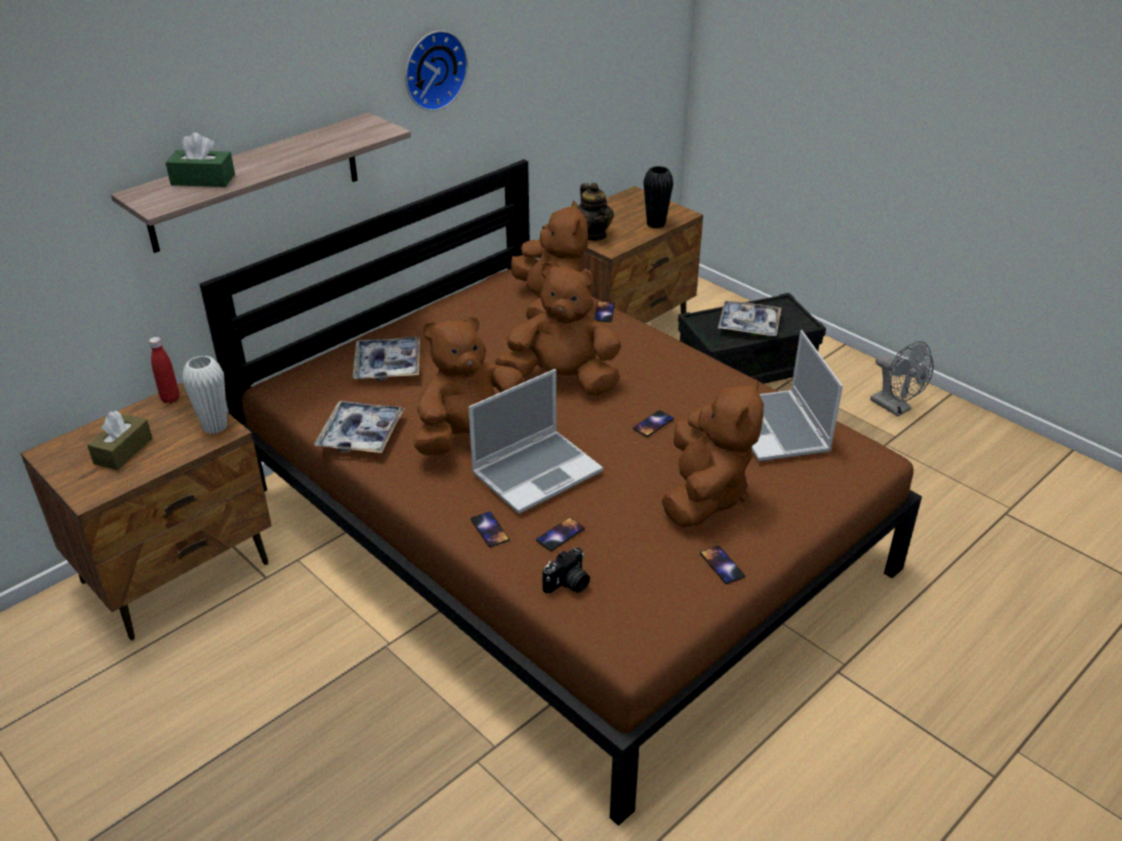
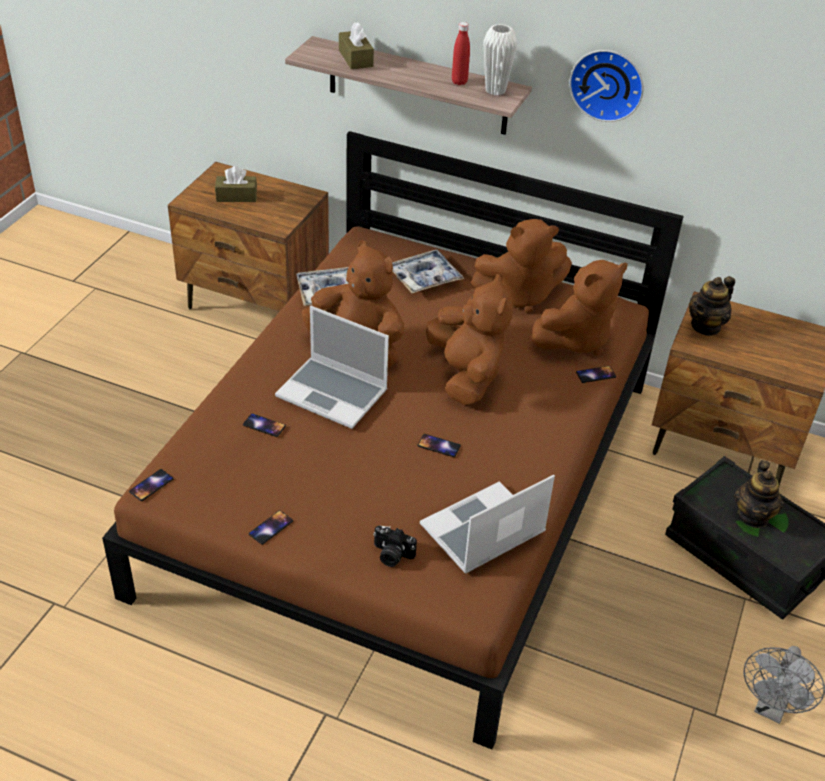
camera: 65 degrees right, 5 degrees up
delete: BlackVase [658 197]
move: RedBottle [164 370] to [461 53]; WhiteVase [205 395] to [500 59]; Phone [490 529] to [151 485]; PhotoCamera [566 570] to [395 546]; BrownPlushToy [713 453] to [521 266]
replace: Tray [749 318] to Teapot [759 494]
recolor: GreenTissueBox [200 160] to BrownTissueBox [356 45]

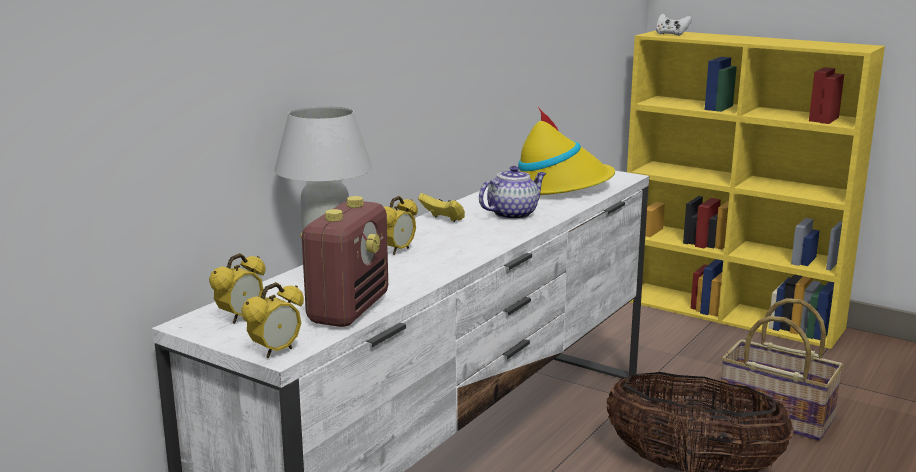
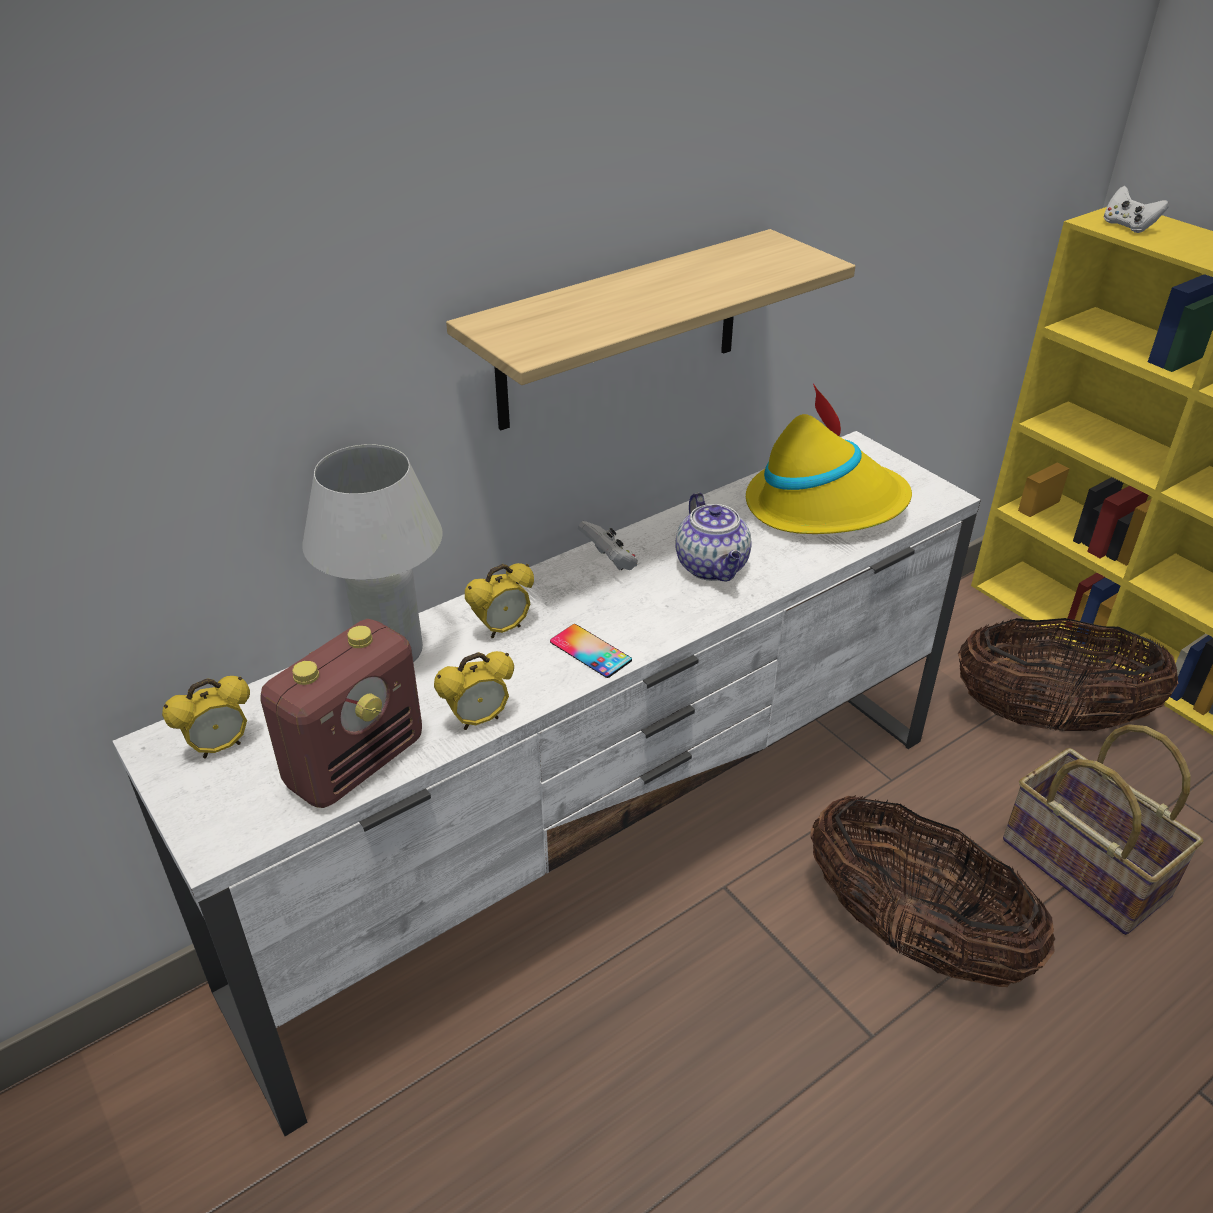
camera: 20 degrees right, 20 degrees up
insert: Shelf [650 329]; Phone [591 651]; Basket [1068 674]
move: AlarmClock [272 320] to [474 690]
recolor: YellowGameController [441 207] to WhiteGameController [608 546]
rotate: Teapot [512 193] = [714 536] 90 degrees clockwise

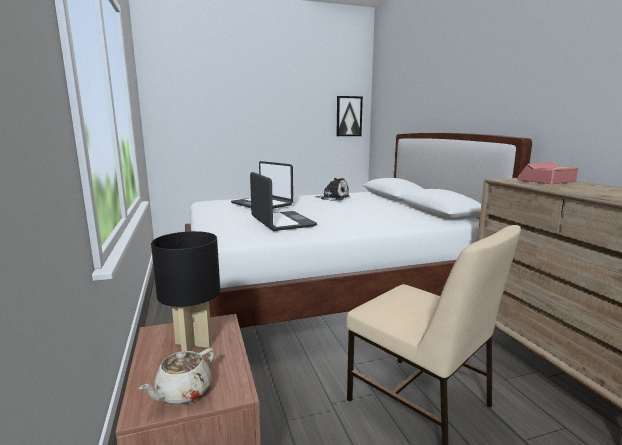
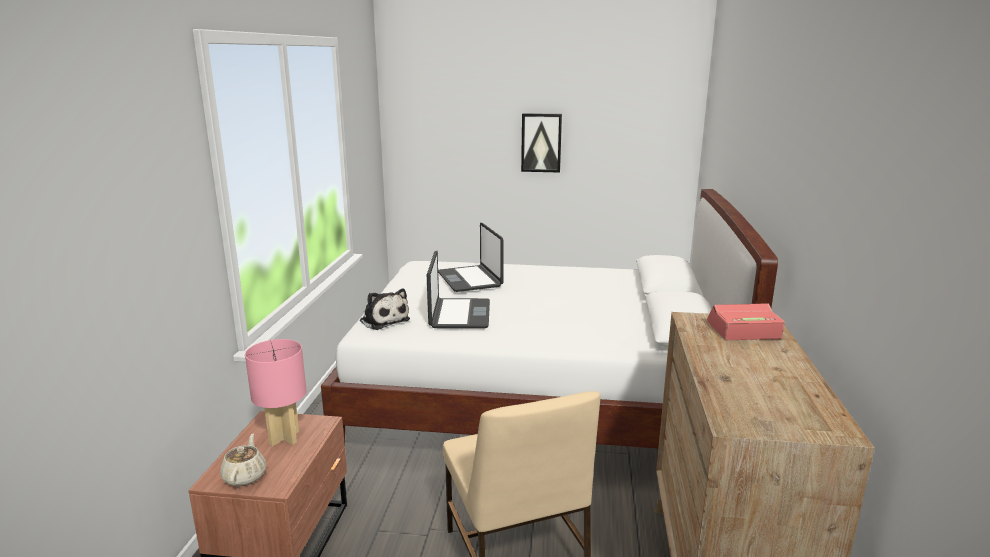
camera: 25 degrees right, 5 degrees up
move: PlushToy [332 189] to [385 309]; Picture [349 116] to [541 143]
recolor: BlackTableLamp [185 291] to PinkTableLamp [275 392]
rotate: BeigeTeapot [176 376] = [243 460] 120 degrees clockwise

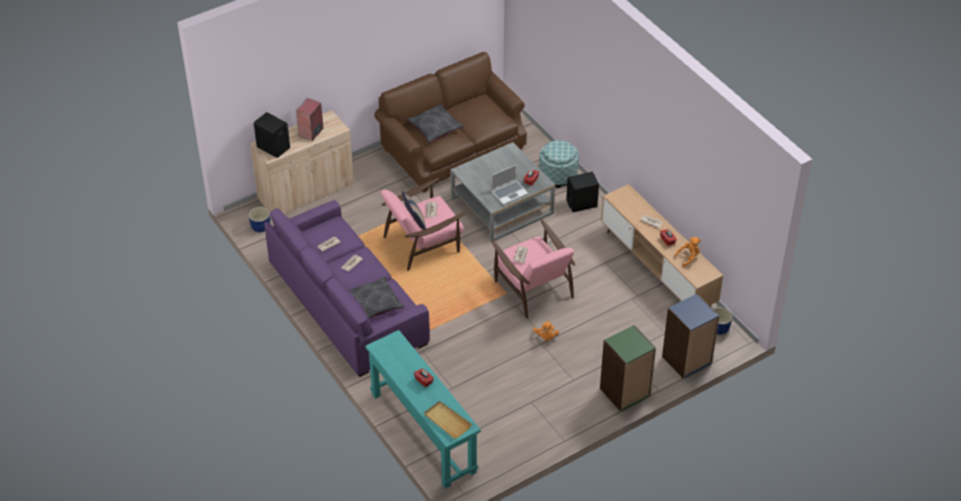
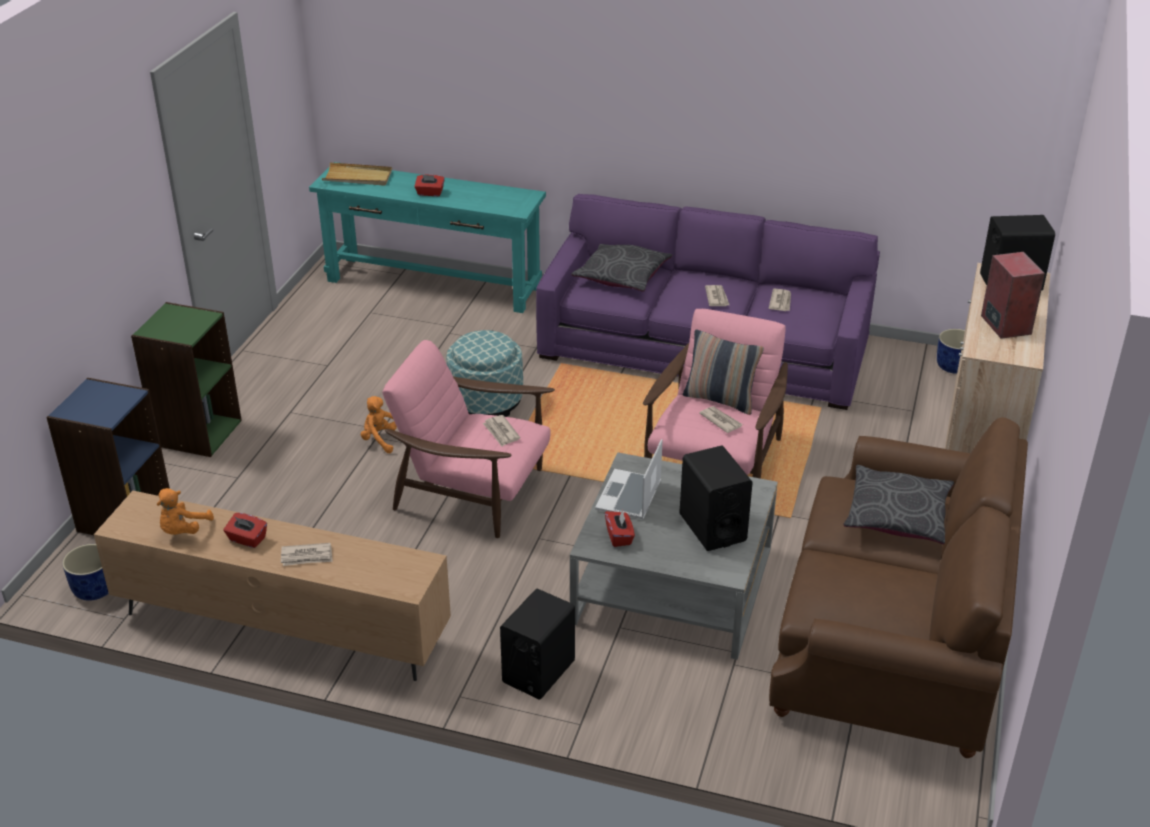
camera: 140 degrees right, 10 degrees down
insert: BlackSpeaker [716 498]
move: Ottoman [559 164] to [484 373]

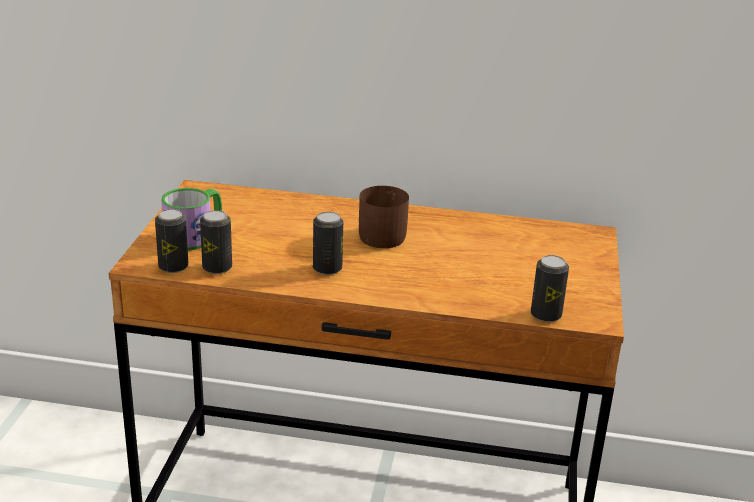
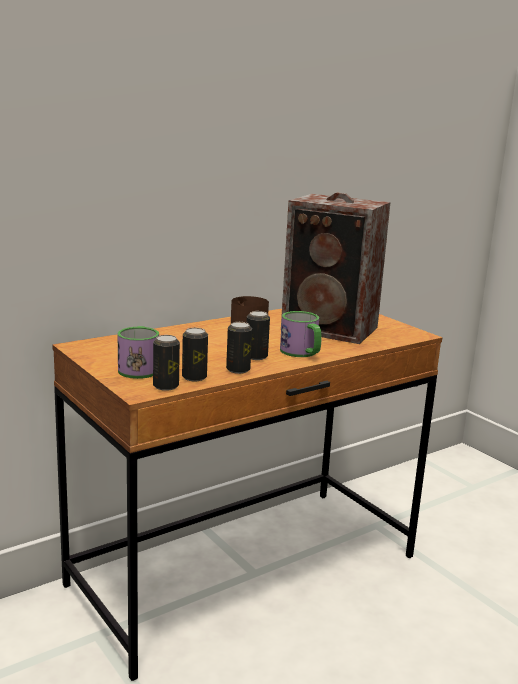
camera: 45 degrees left, 10 degrees down
insert: Mug [300 334]; Speaker [336 268]
move: Can [550 288] to [239 348]

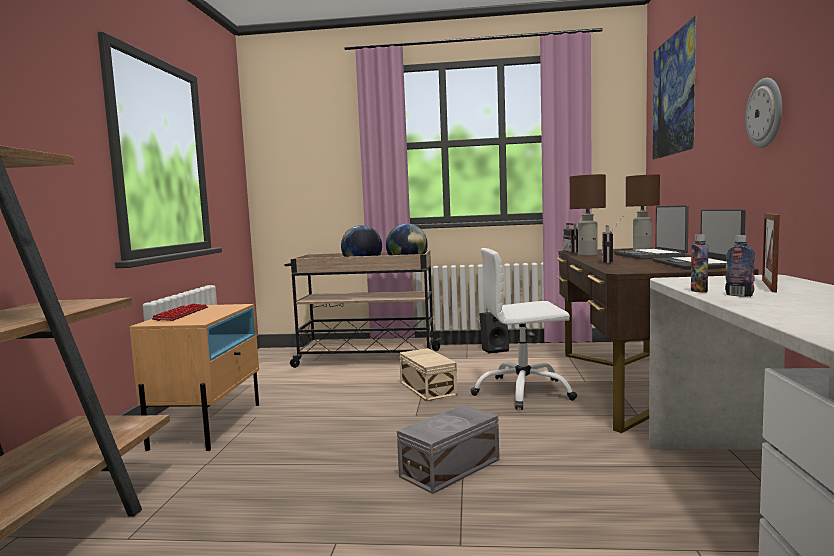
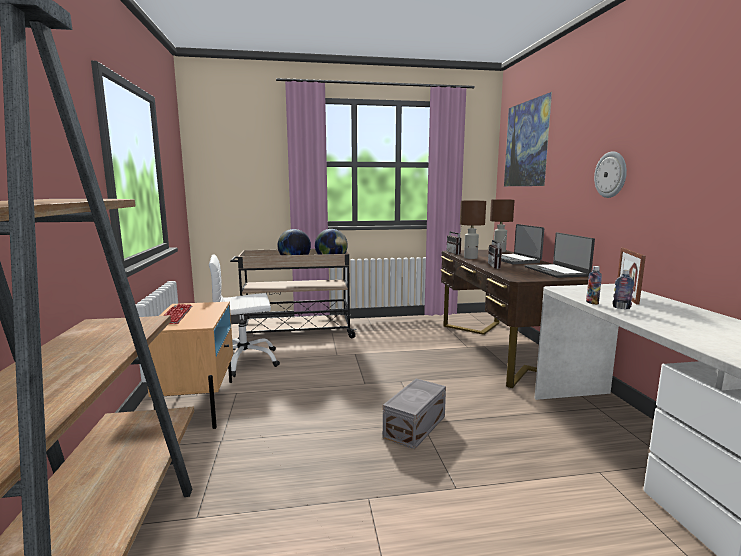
camera: 15 degrees left, 5 degrees up
delete: BeigeStorageBox [428 375]; BlackSpeaker [494 333]
move: WhiteOfficeChair [523 329] to [244 316]

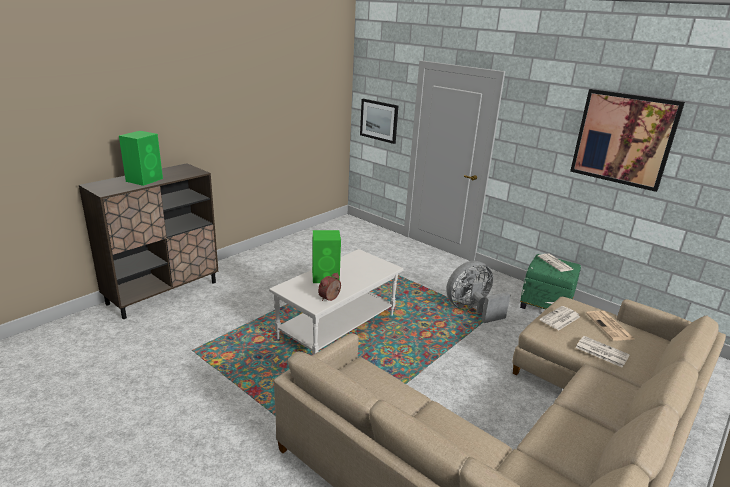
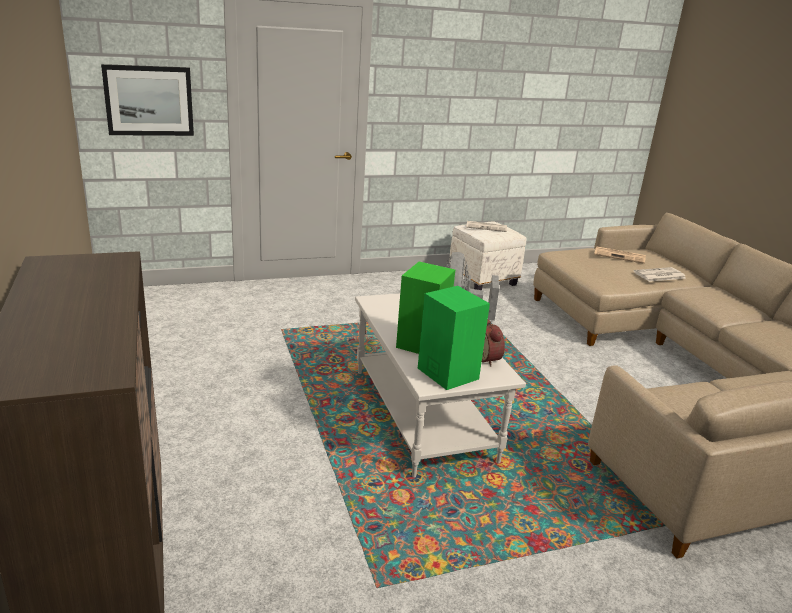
camera: 60 degrees left, 0 degrees up
delete: Newspaper [560 318]; Picture [627 140]
move: GreenSpeaker [141 158] to [454 338]
recolor: GreenOttoman [550 281] to WhiteOttoman [487 255]

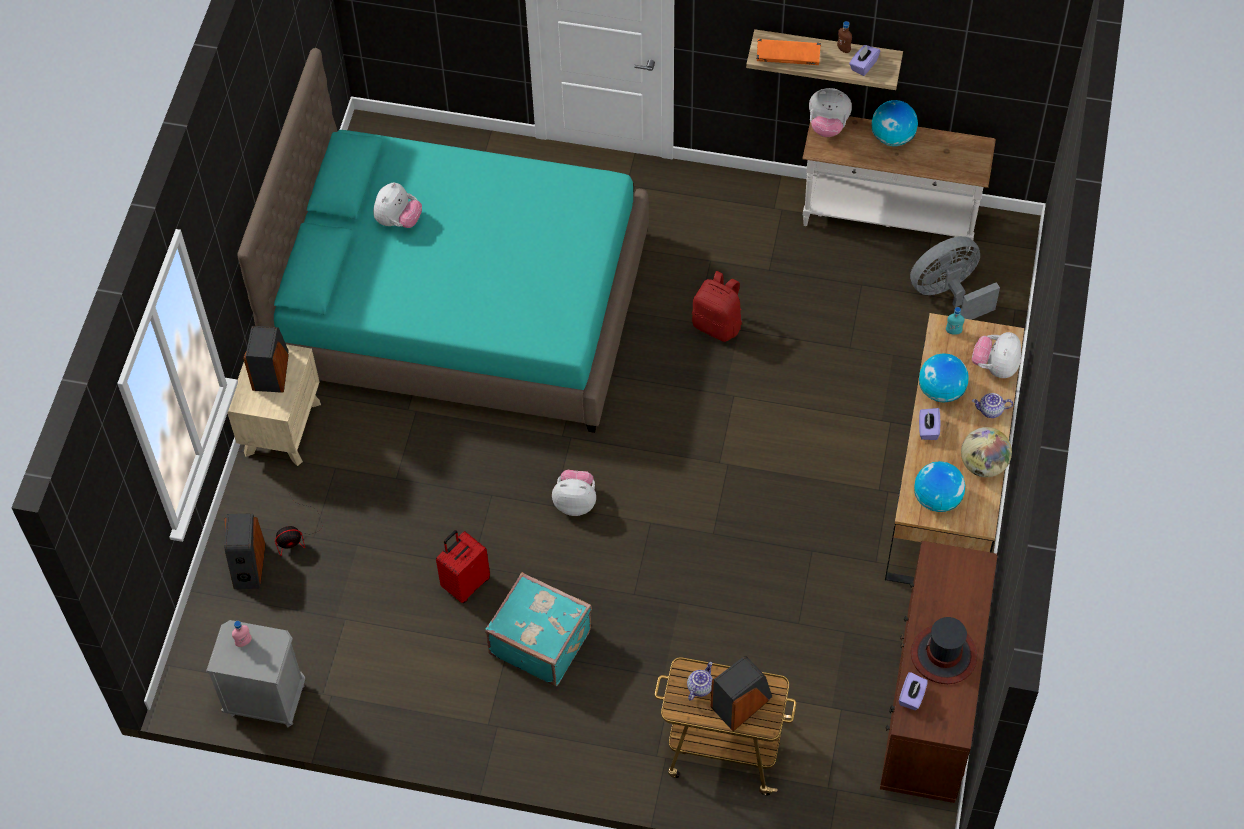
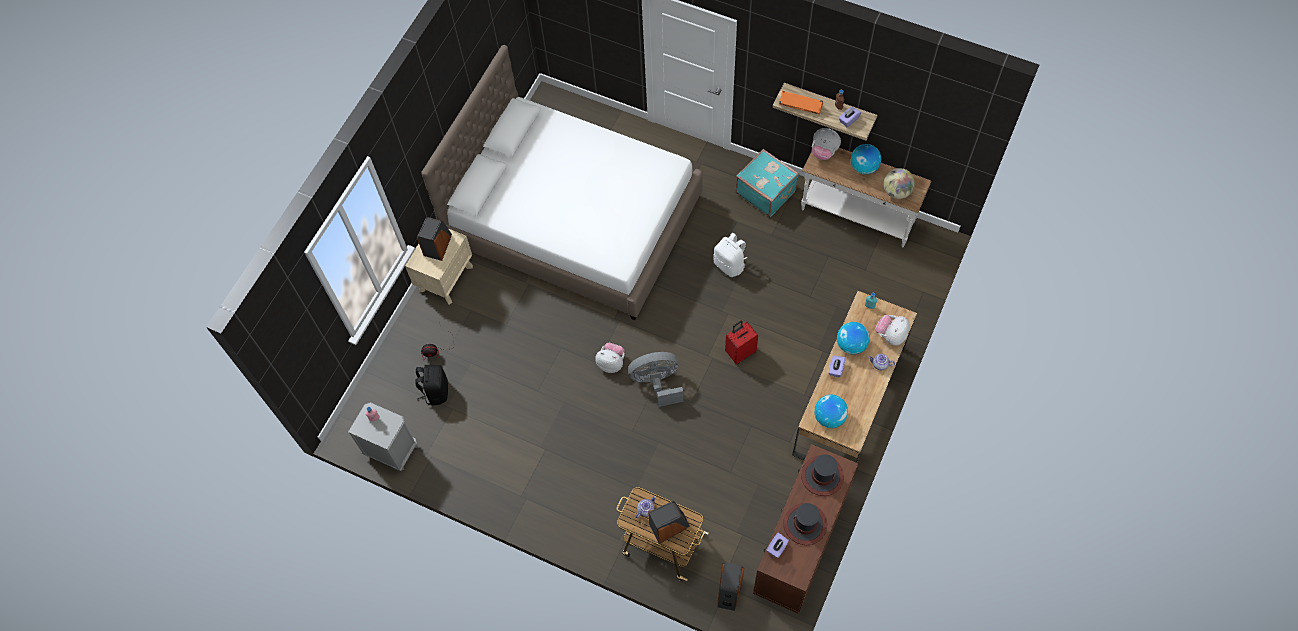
camera: 15 degrees right, 5 degrees up
delete: PlushToy [397 205]
insert: BlackBackpack [431 385]; Hat [822 475]
move: Speaker [245 551] to [730 586]; RedSuitcase [463 566] to [741 342]; TurquoiseSuitcase [538 629] to [767 183]; GreyFan [955 278] to [655 379]; Globe [986 452] to [899 183]
recolor: TurquoiseBed [443 240] to WhiteBed [562 182]; RedBackpack [717 306] to WhiteBackpack [730 255]

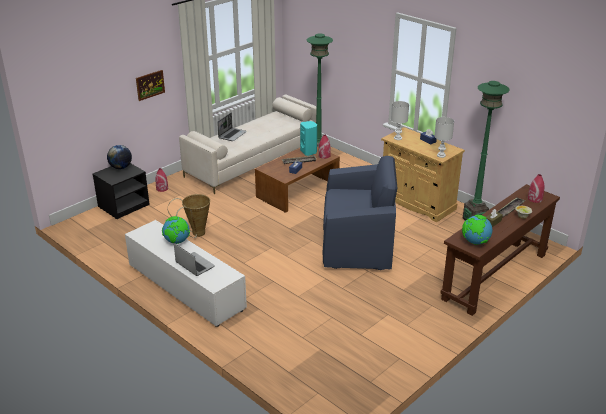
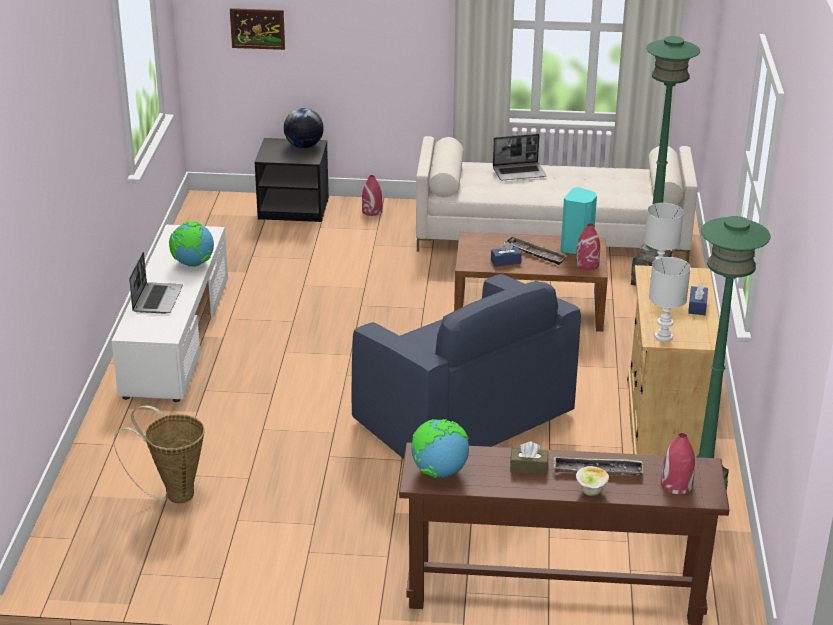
camera: 50 degrees right, 0 degrees up
move: Picture [150 85] to [257 29]; Basket [188 216] to [159 454]

